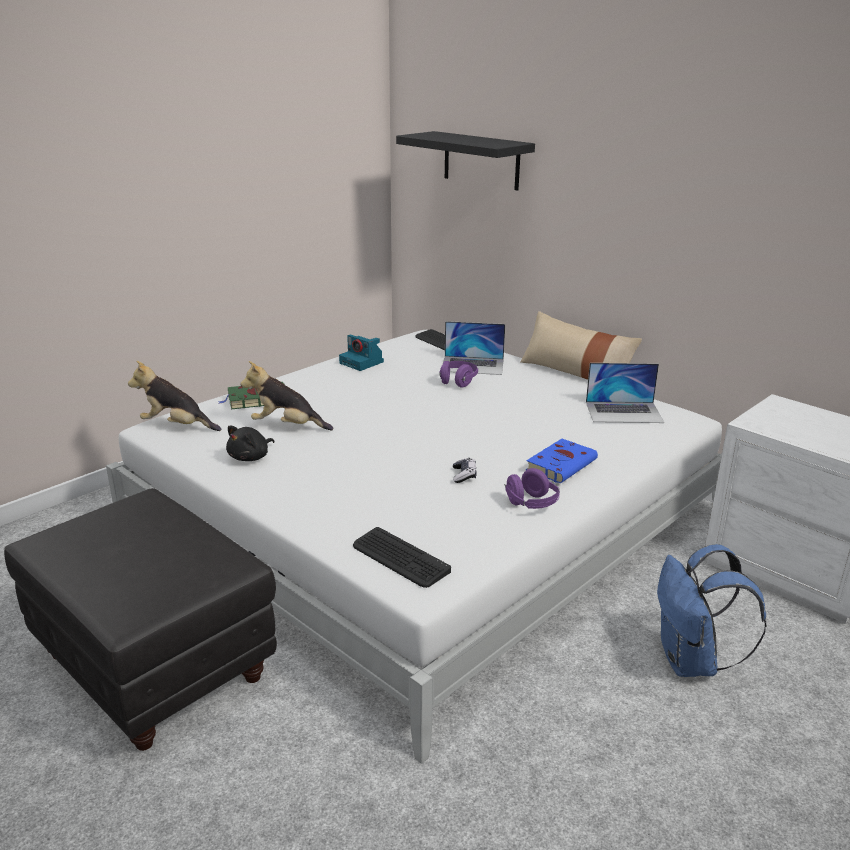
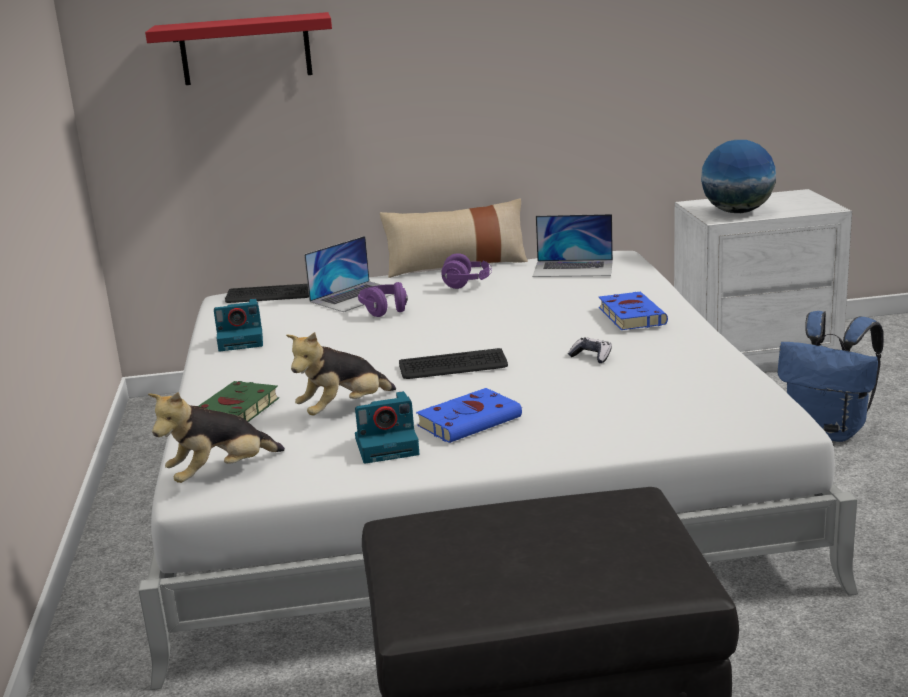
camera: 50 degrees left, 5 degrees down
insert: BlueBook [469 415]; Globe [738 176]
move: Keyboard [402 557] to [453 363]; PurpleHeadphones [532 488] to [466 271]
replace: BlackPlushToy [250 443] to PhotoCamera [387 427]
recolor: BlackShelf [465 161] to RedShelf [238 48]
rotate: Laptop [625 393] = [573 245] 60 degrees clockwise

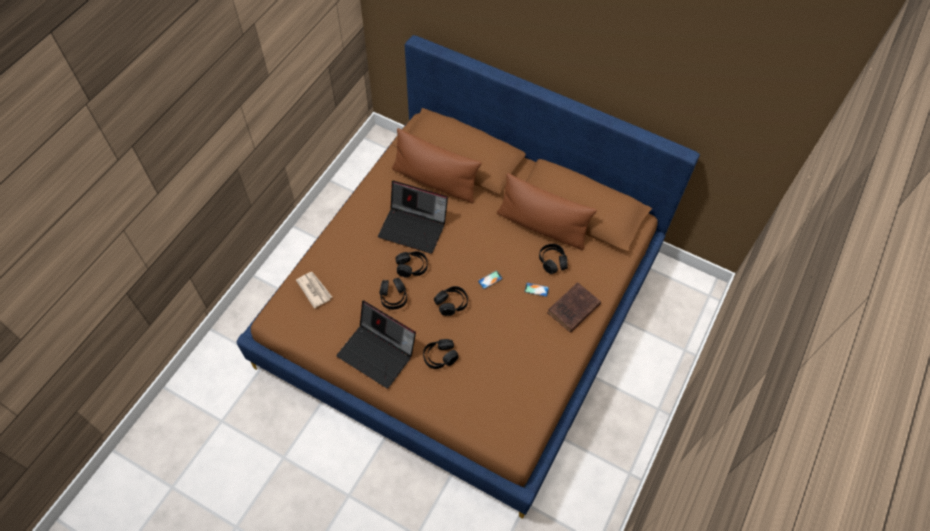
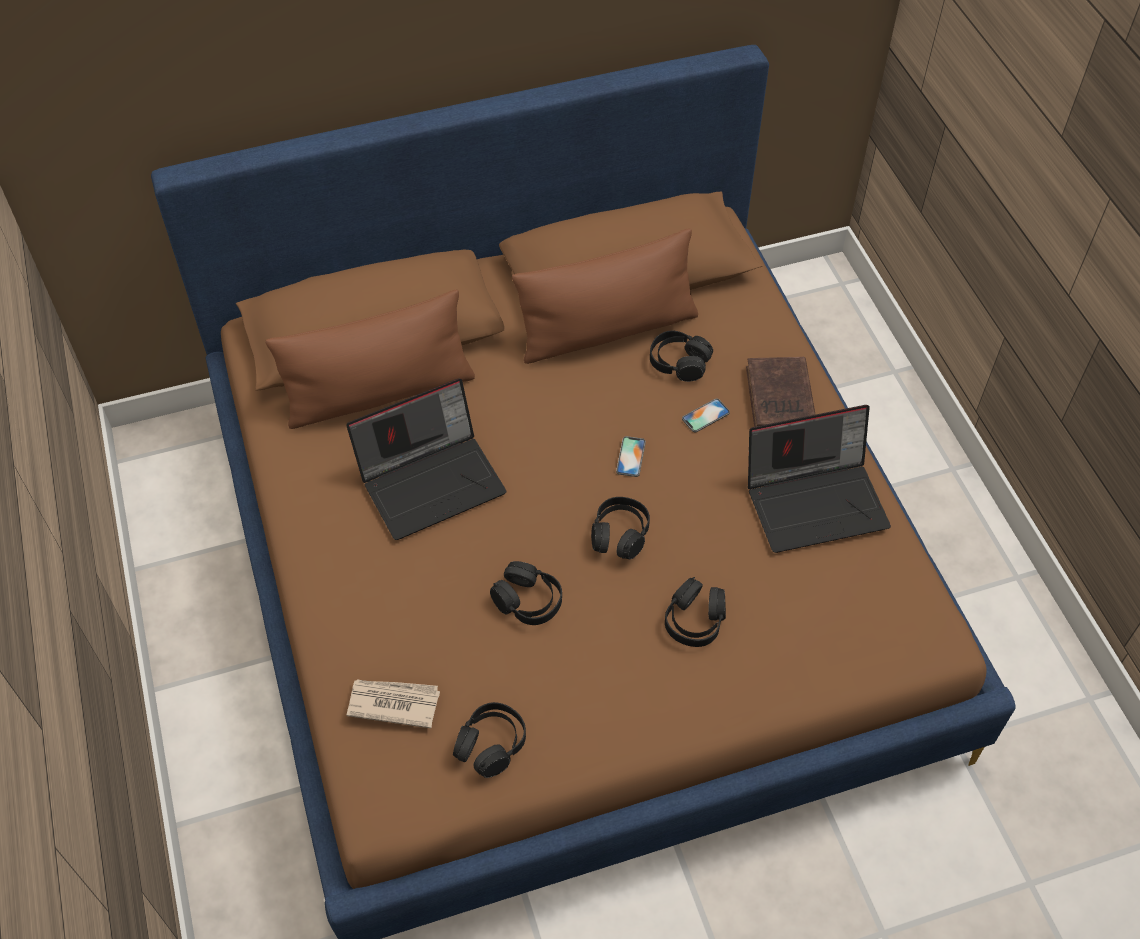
camera: 45 degrees left, 5 degrees down
move: Laptop [376 345] to [819 479]; BlackHeadphones [412 264] to [489 740]

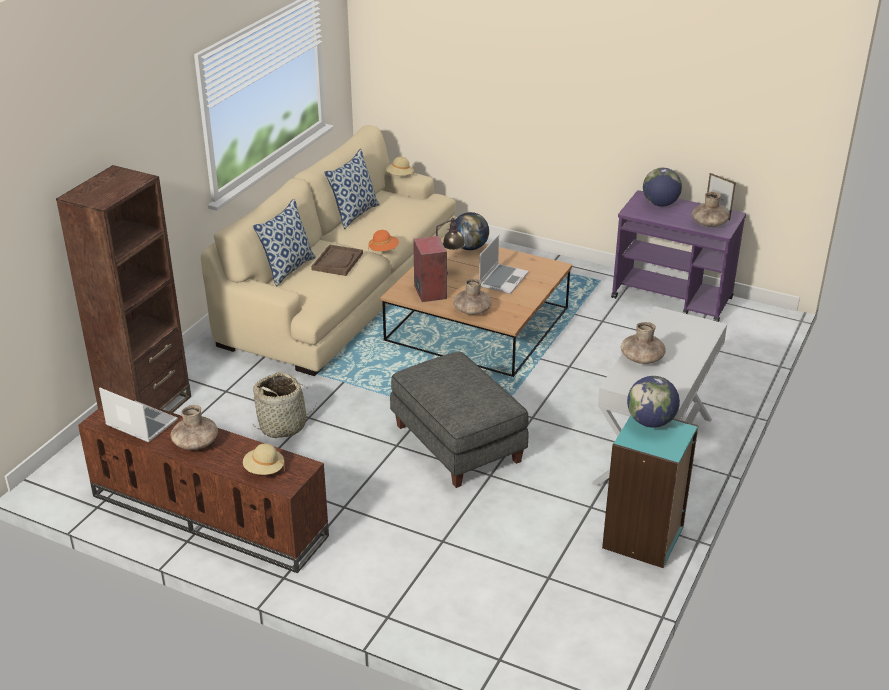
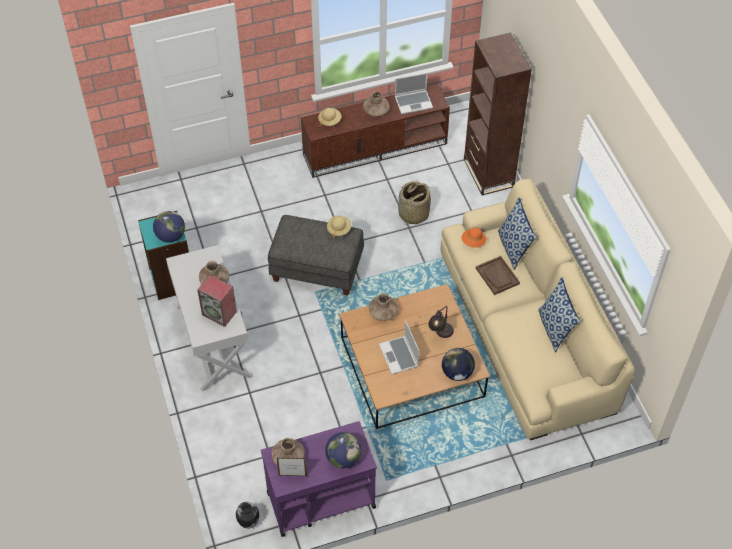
camera: 135 degrees right, 20 degrees up
insert: Vase [247 515]
move: OrangeHat [383 240] to [474 237]; BeigeHat [399 166] to [339 227]; Speaker [430 269] to [217 301]

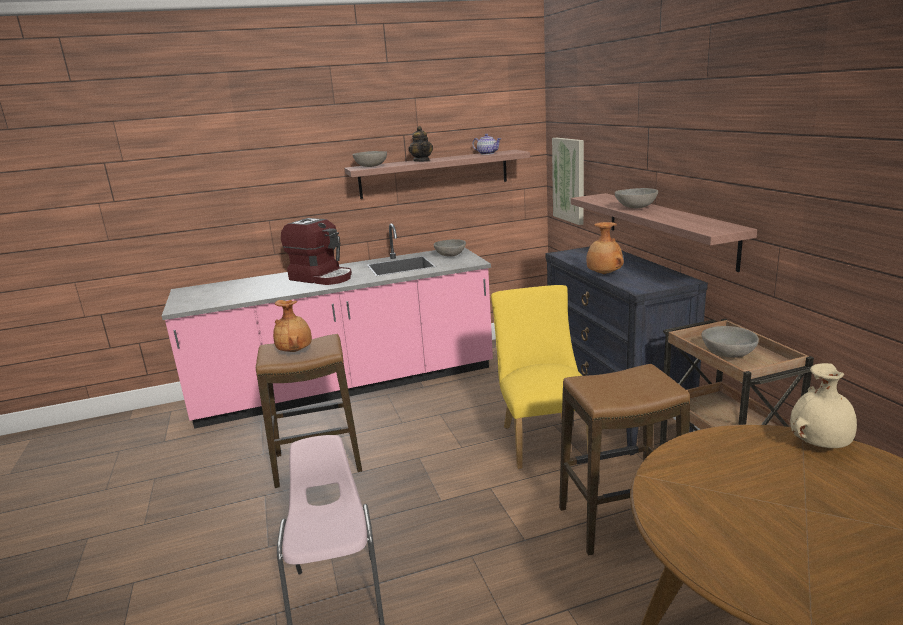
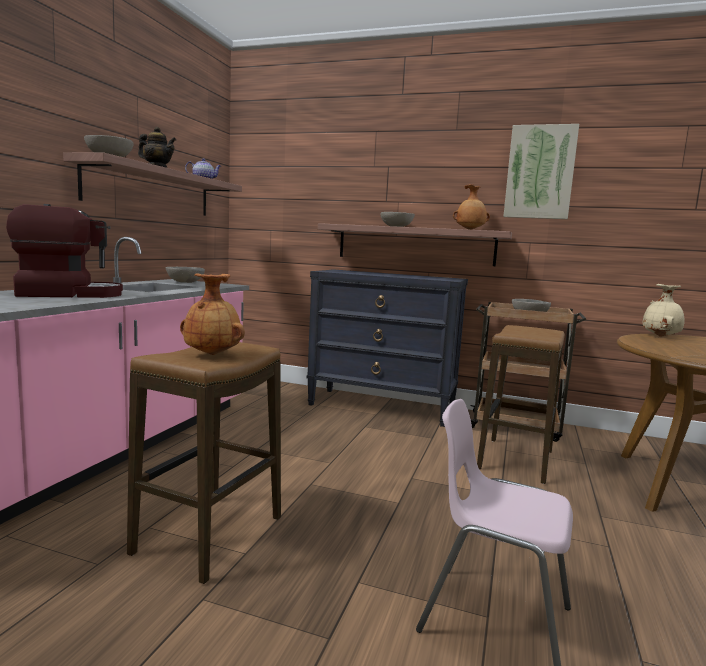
camera: 55 degrees left, 10 degrees down
delete: YellowChair [539 377]
move: Picture [568 181] to [541 171]; BrownVase [605 248] to [471 207]

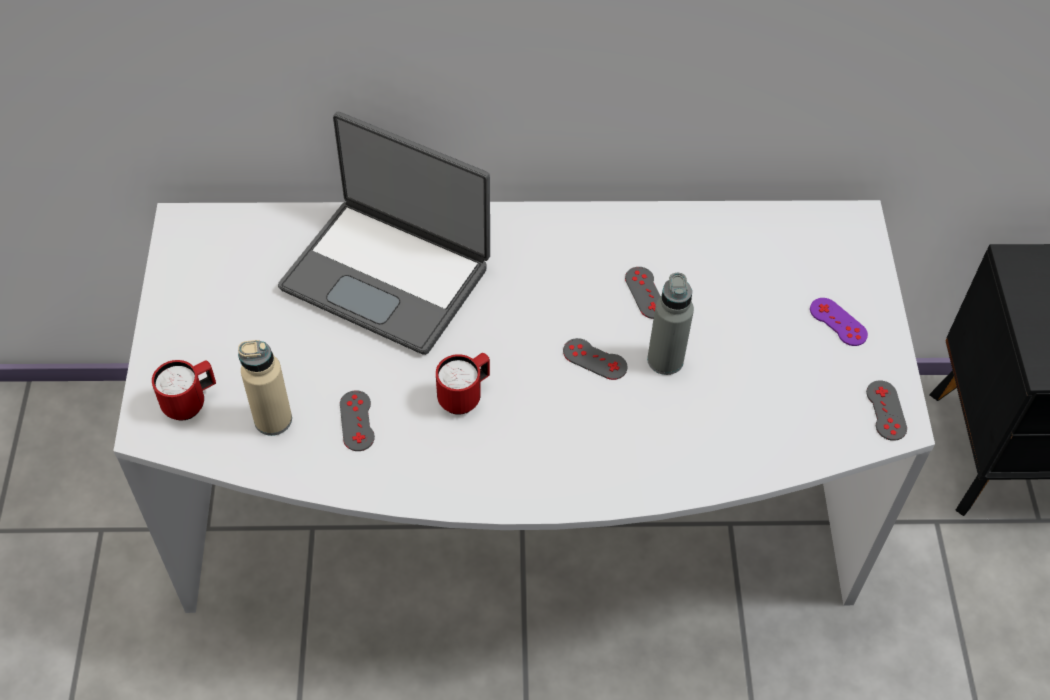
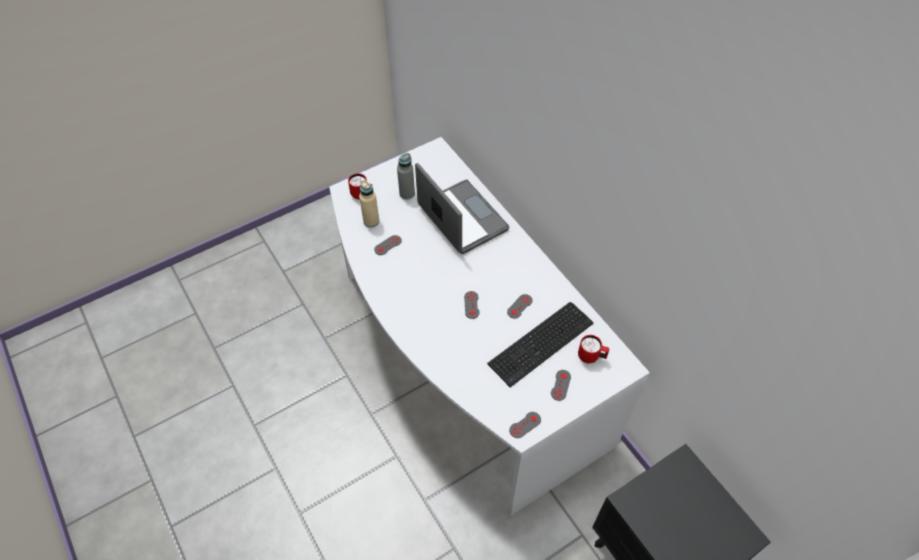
camera: 60 degrees right, 0 degrees up
insert: Keyboard [540 344]
move: RedMug [463 384] to [593 349]; GreyBottle [670 324] to [406 176]
recolor: PurpleGameController [839 322] to GreyGameController [561 385]
rotate: Laptop [384 233] = [462 208] 150 degrees clockwise

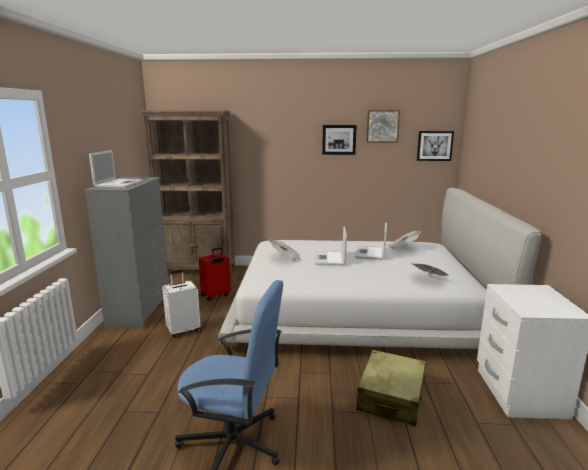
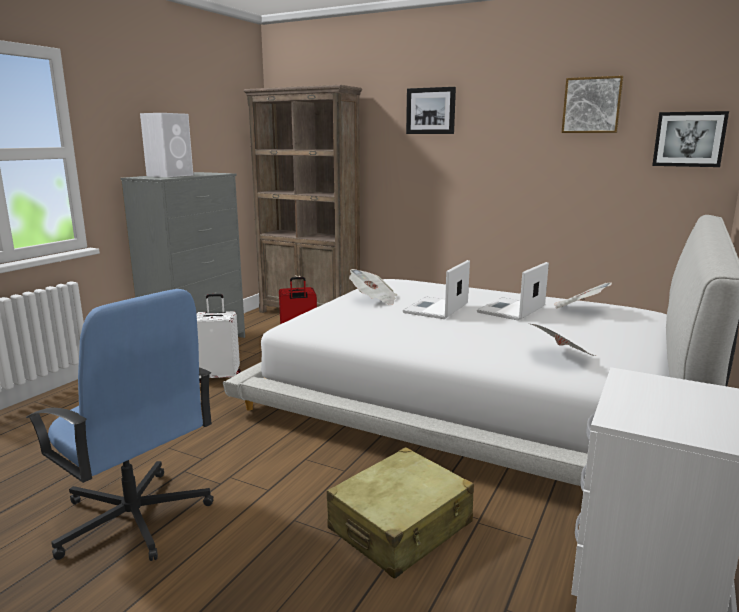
camera: 25 degrees right, 0 degrees up
move: Picture [339 140] to [431 110]
replace: Laptop [116 169] to WhiteSpeaker [166 145]

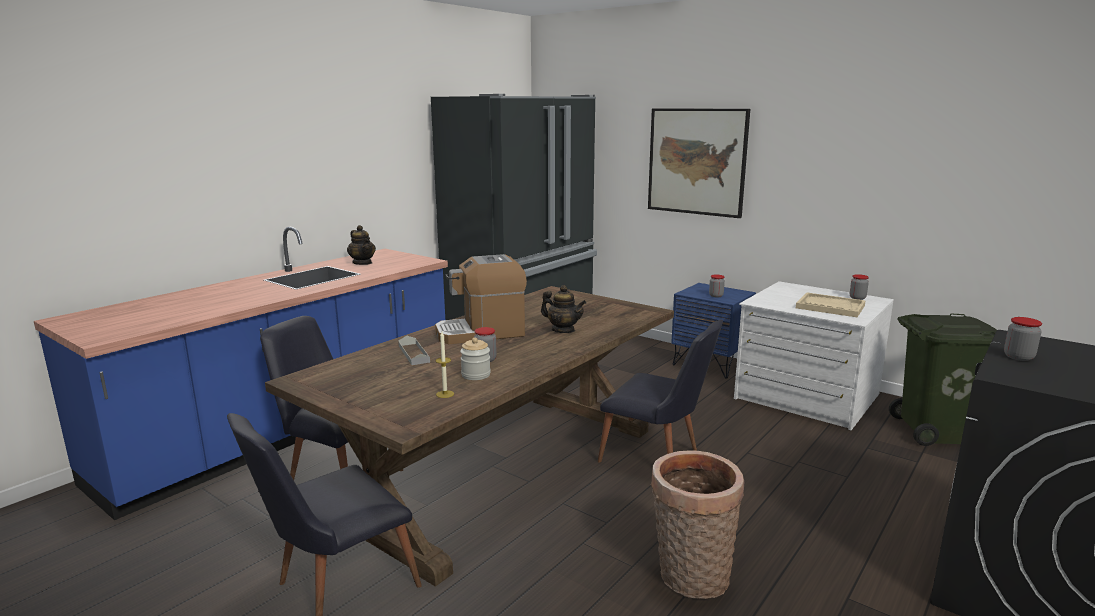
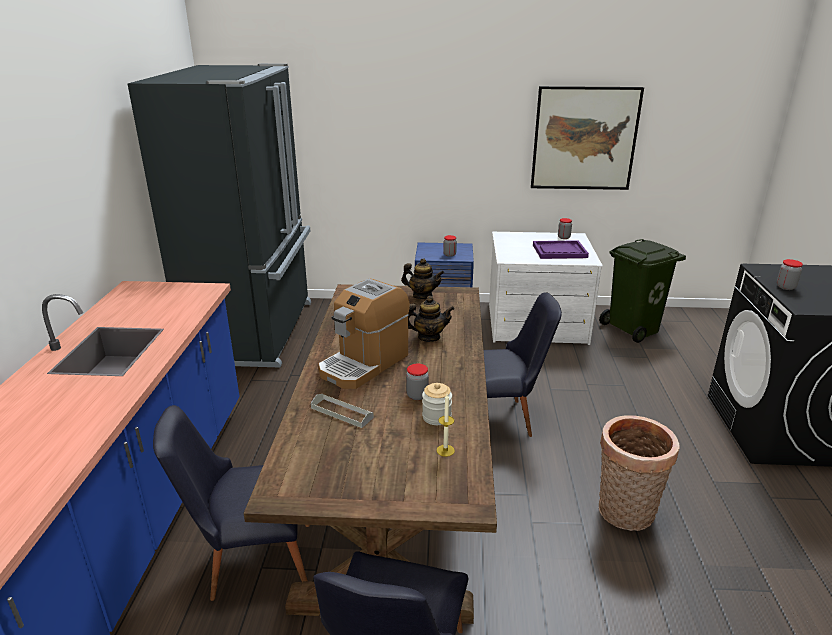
camera: 35 degrees left, 10 degrees up
move: Teapot [361 245] to [422 278]; Picture [699 163] to [587 138]
recolor: BeigeTray [831 304] to PurpleTray [561 249]

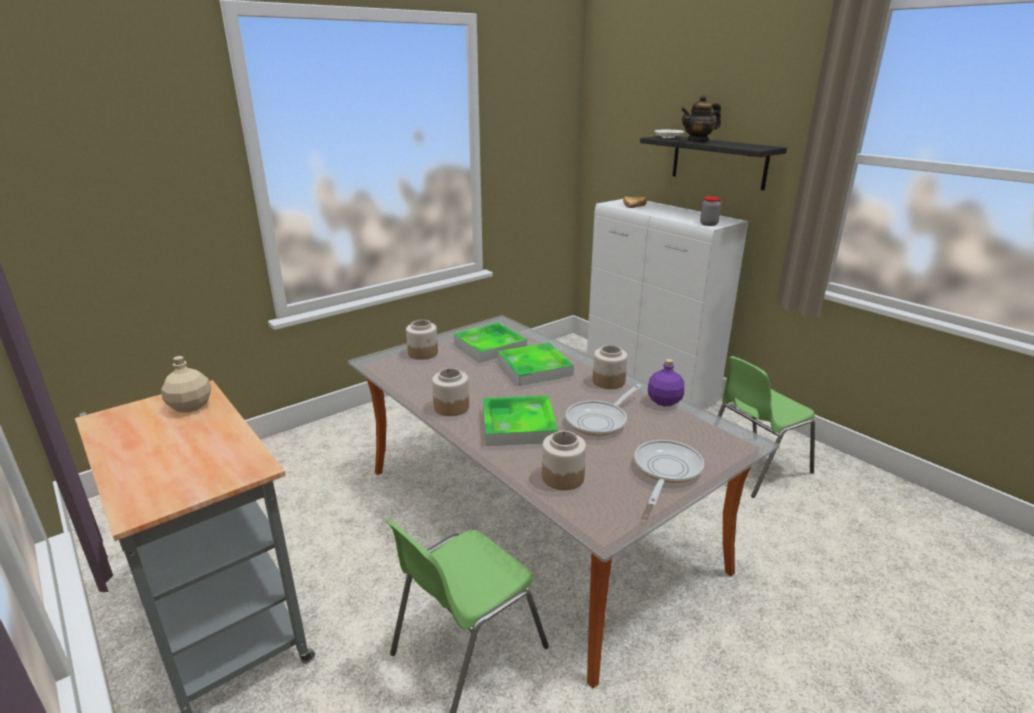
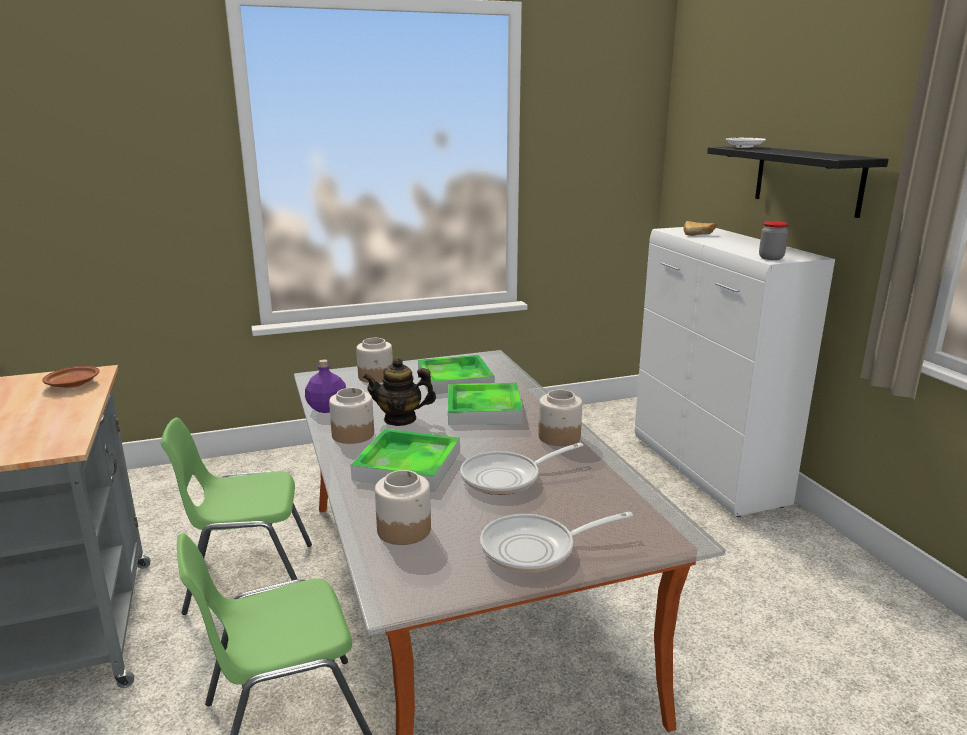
camera: 20 degrees right, 5 degrees down
move: PurpleBottle [666 382] to [325 386]; Teapot [701 119] to [399 392]; GreenChair [766 427] to [236 516]
replace: BeigeBottle [186 384] to BrownPlate [71 377]
rotate: FryingPan [669 473] = [556 542] 150 degrees counterclockwise

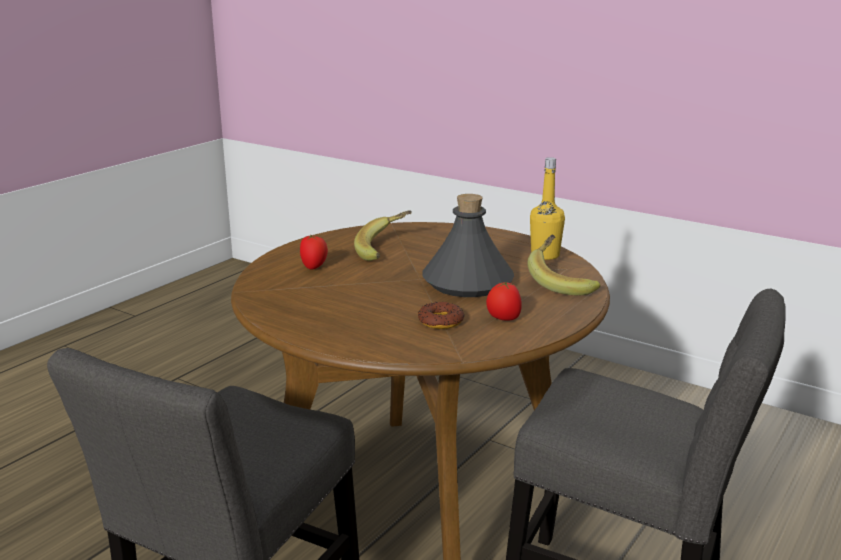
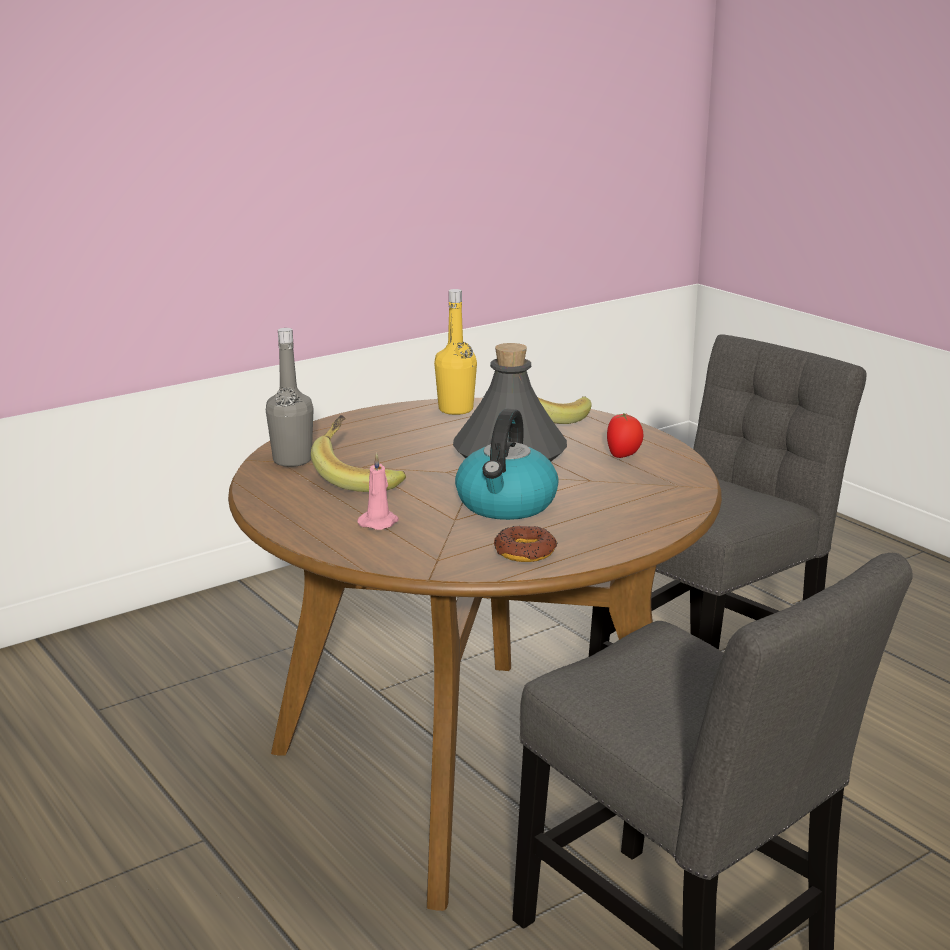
camera: 70 degrees left, 0 degrees up
insert: GreyBottle [290 397]; Kettle [507 464]
move: Donut [441 315] to [525 544]
replace: Tomato [314 252] to PinkCandle [378 491]

